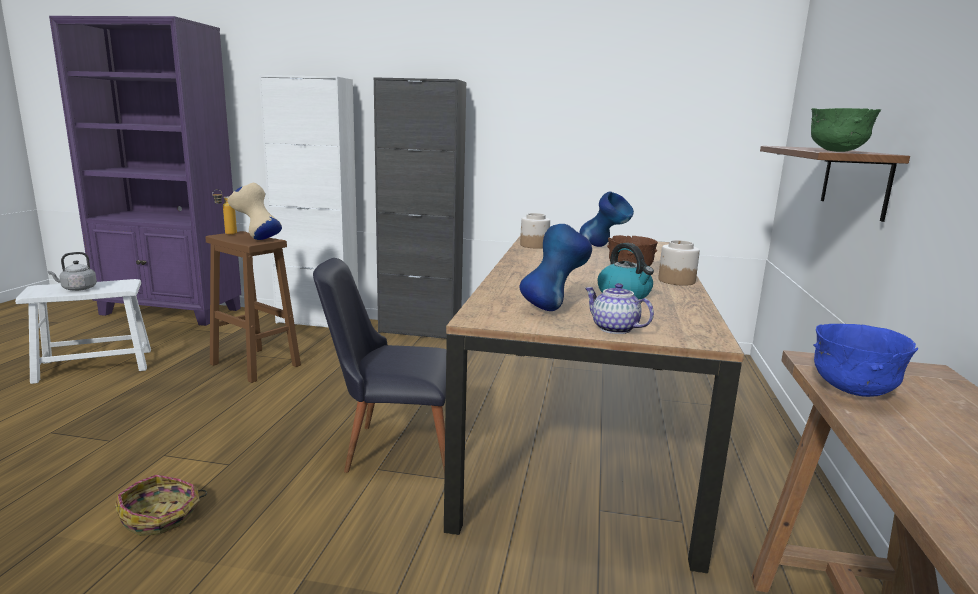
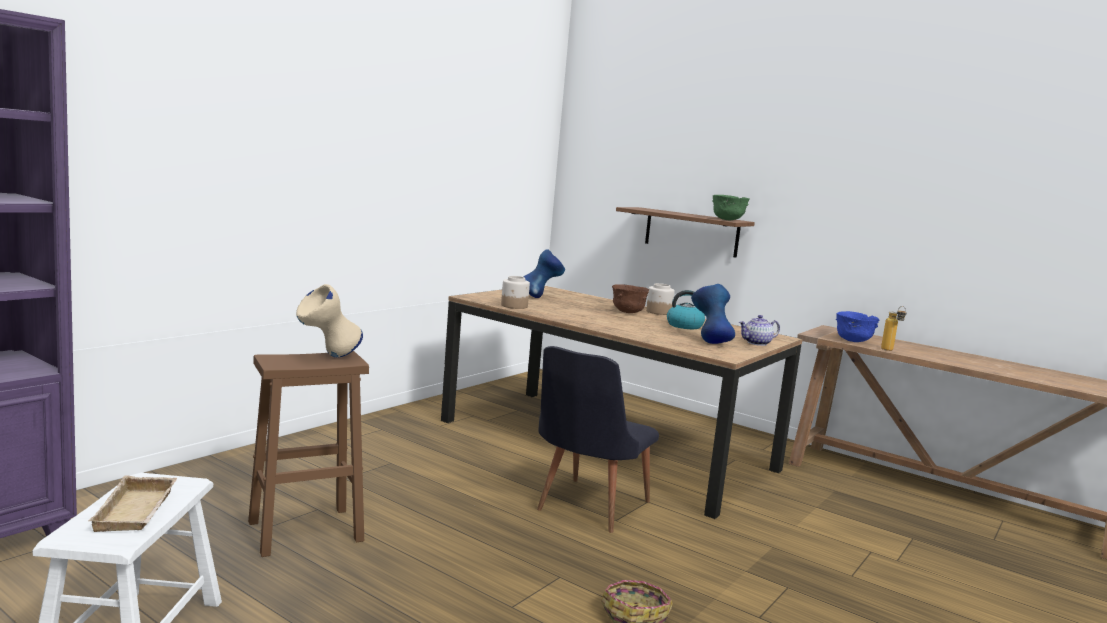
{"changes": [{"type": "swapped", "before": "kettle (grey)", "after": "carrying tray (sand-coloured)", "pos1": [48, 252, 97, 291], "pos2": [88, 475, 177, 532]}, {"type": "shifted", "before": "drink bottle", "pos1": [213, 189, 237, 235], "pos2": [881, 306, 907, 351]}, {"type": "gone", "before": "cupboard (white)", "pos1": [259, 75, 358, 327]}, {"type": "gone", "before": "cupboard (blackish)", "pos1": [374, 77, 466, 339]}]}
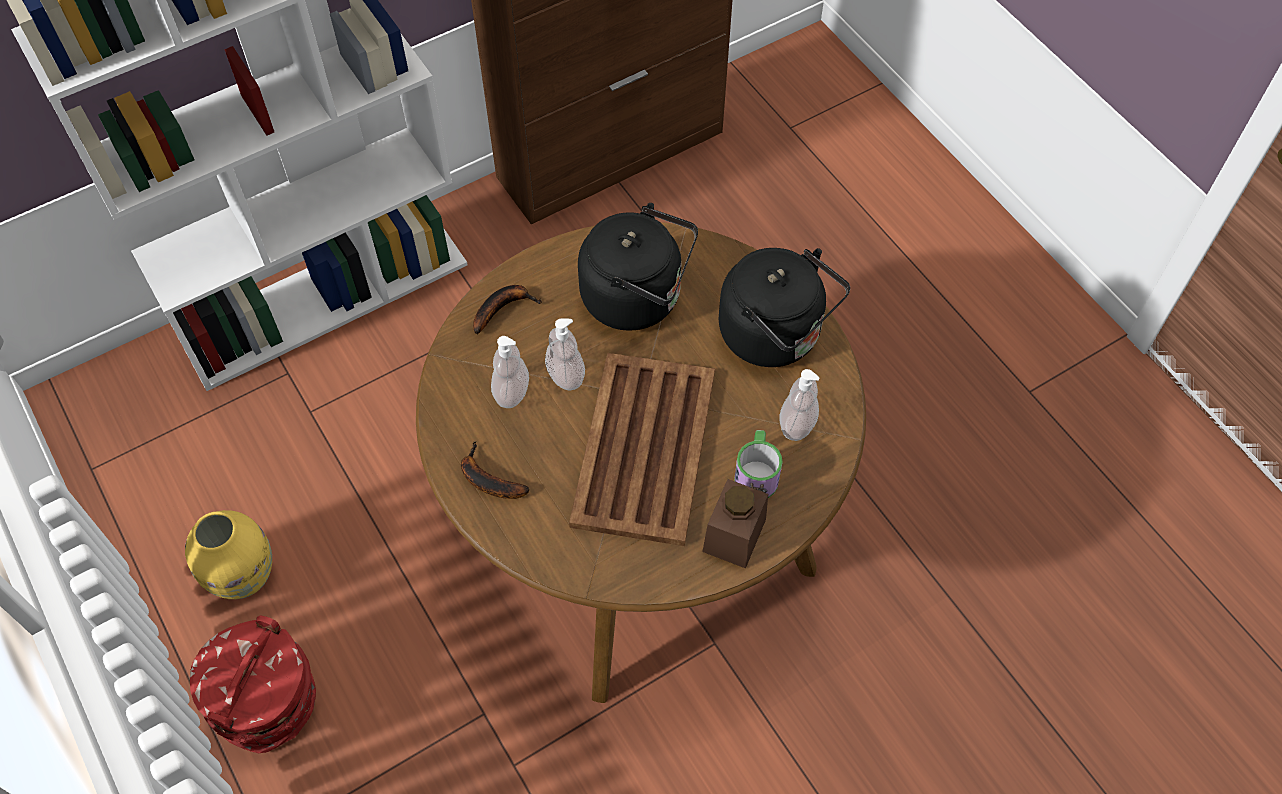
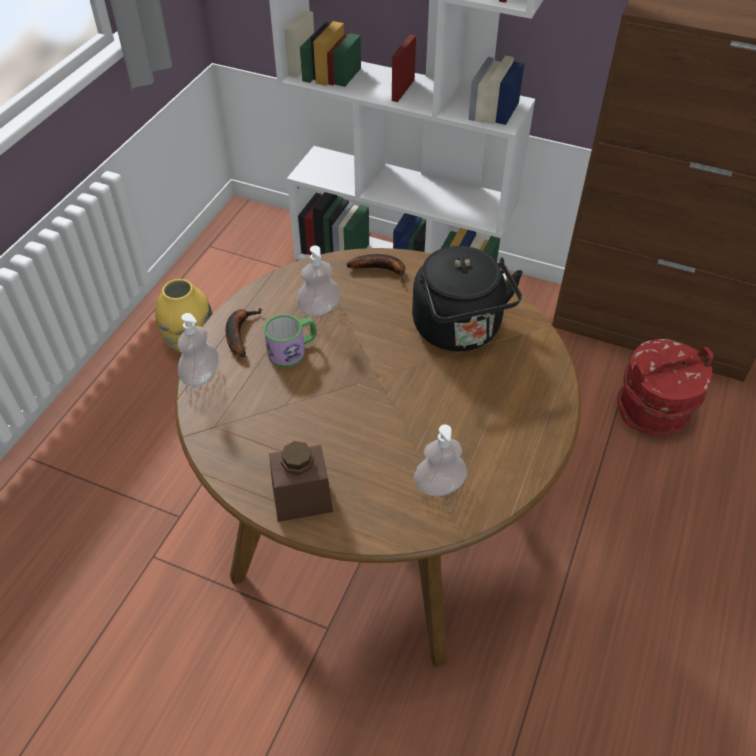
{"changes": [{"type": "shifted", "before": "water bucket (reddish)", "pos1": [190, 615, 316, 753], "pos2": [617, 339, 713, 436]}, {"type": "shifted", "before": "soap bottle", "pos1": [545, 318, 585, 391], "pos2": [178, 313, 219, 387]}, {"type": "gone", "before": "carrying tray (brownish)", "pos1": [569, 353, 715, 546]}, {"type": "gone", "before": "kettle (blackish)", "pos1": [719, 248, 850, 367]}, {"type": "shifted", "before": "mug", "pos1": [734, 430, 783, 498], "pos2": [264, 314, 317, 367]}]}
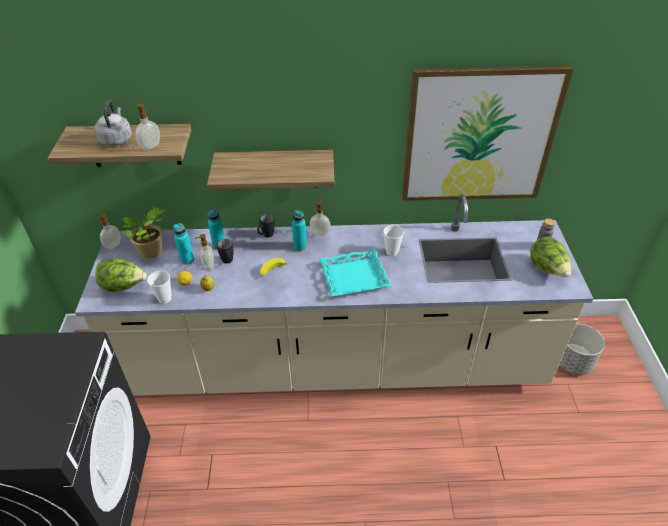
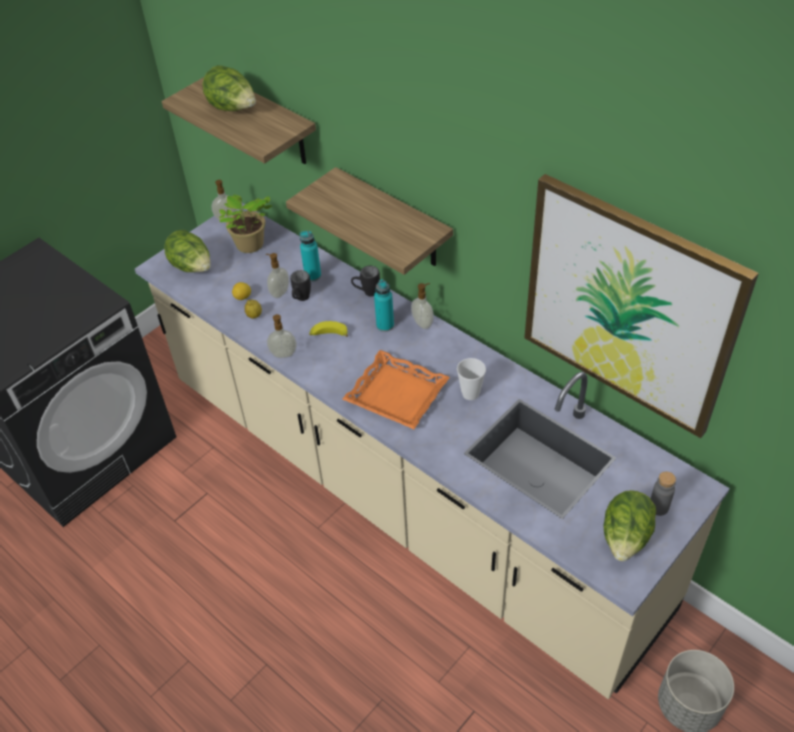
{"changes": [{"type": "swapped", "before": "kettle (grey)", "after": "lettuce", "pos1": [95, 100, 132, 146], "pos2": [202, 65, 256, 111]}, {"type": "shifted", "before": "soap bottle", "pos1": [135, 104, 160, 150], "pos2": [267, 314, 297, 358]}, {"type": "gone", "before": "cup", "pos1": [147, 271, 171, 304]}, {"type": "gone", "before": "drink bottle (blue-green)", "pos1": [173, 223, 194, 265]}, {"type": "repainted", "before": "carrying tray (blue-green)", "after": "carrying tray (orangey)", "pos1": [319, 248, 392, 297], "pos2": [343, 350, 450, 429]}]}
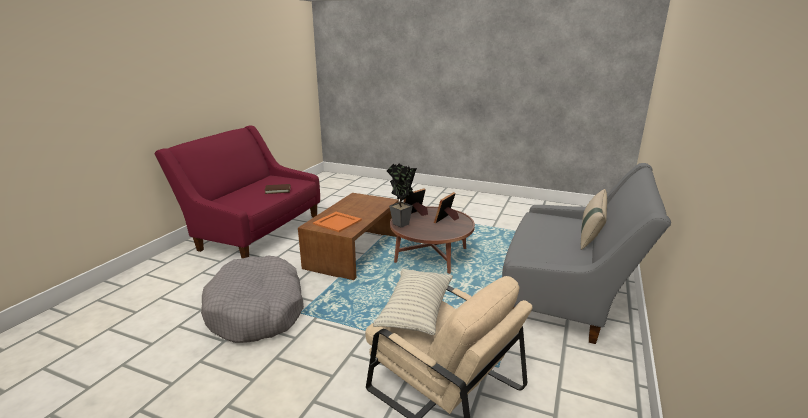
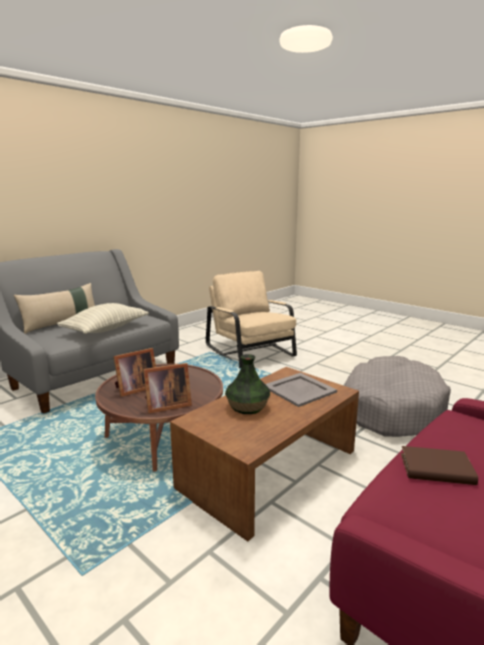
{"changes": [{"type": "repainted", "before": "carrying tray (orangey)", "after": "carrying tray (grey)", "pos1": [313, 212, 362, 232], "pos2": [266, 373, 337, 407]}, {"type": "shifted", "before": "throw pillow", "pos1": [373, 269, 453, 335], "pos2": [57, 303, 149, 334]}, {"type": "gone", "before": "houseplant", "pos1": [387, 163, 417, 227]}, {"type": "new", "after": "decorative vase", "pos2": [225, 354, 270, 414]}]}
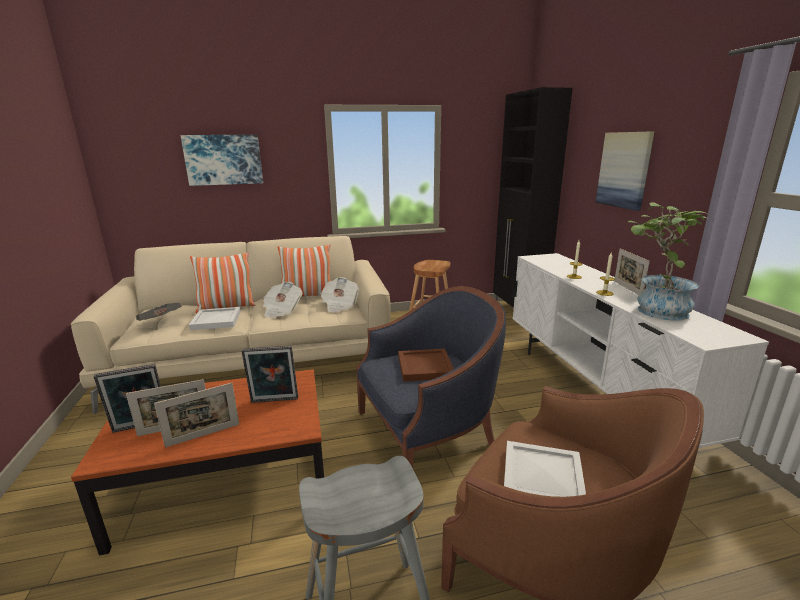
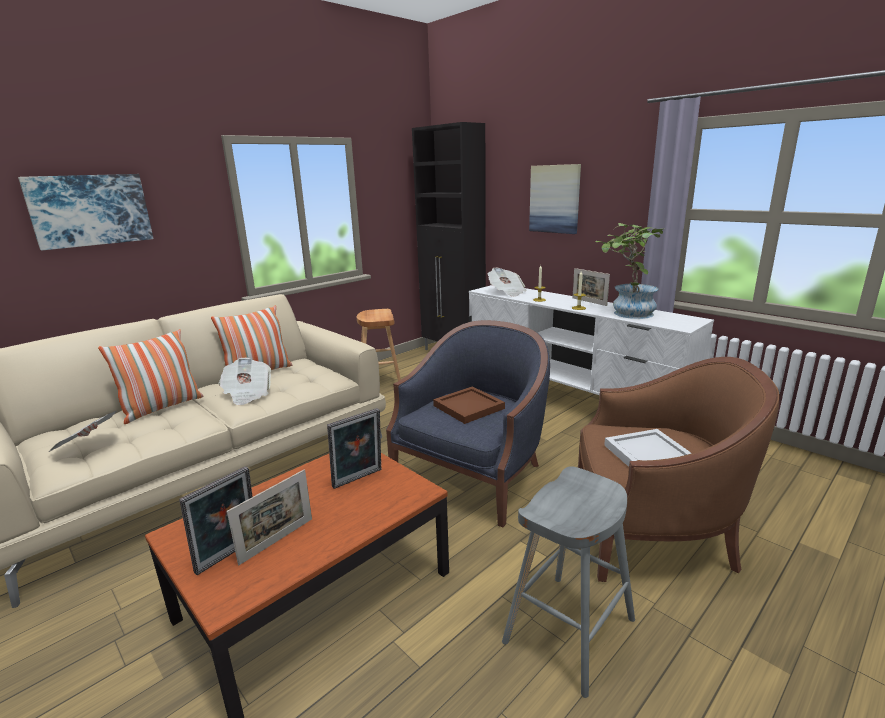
{"changes": [{"type": "gone", "before": "photo frame", "pos1": [154, 383, 239, 448]}, {"type": "gone", "before": "carrying tray (white)", "pos1": [189, 307, 241, 330]}, {"type": "shifted", "before": "daily paper", "pos1": [320, 277, 360, 313], "pos2": [488, 268, 527, 297]}]}
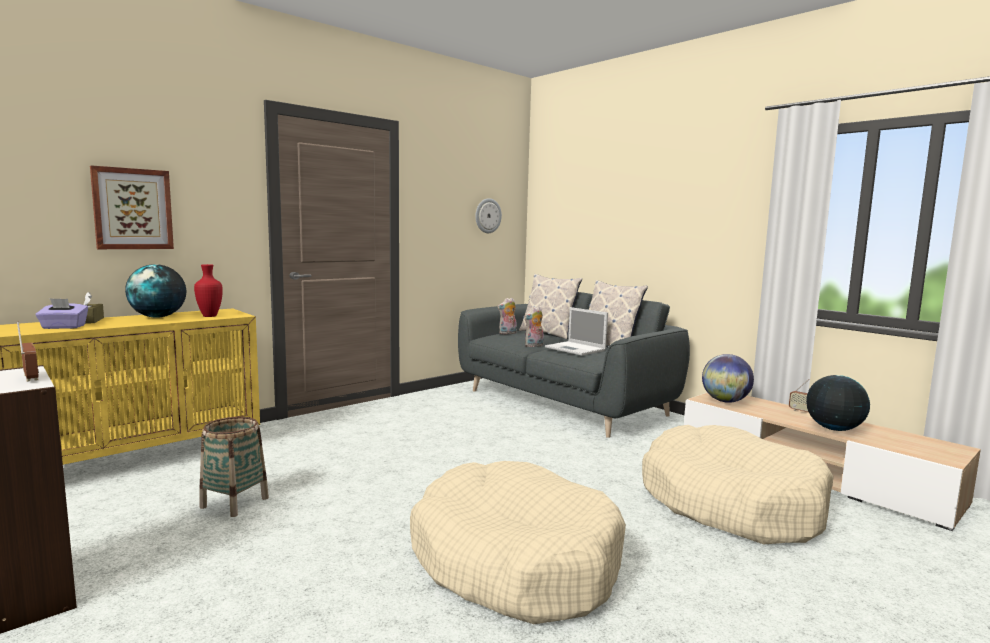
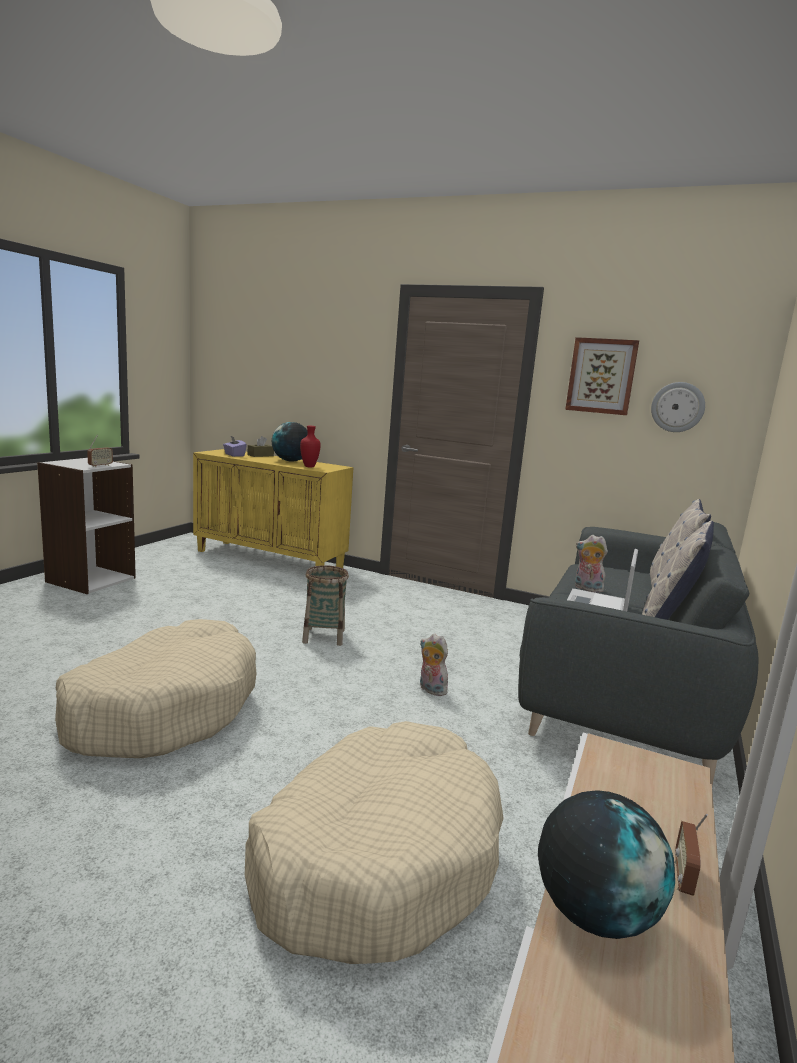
{"changes": [{"type": "shifted", "before": "picture", "pos1": [90, 165, 174, 249], "pos2": [565, 337, 639, 415]}, {"type": "shifted", "before": "household basket", "pos1": [199, 417, 269, 517], "pos2": [302, 565, 349, 646]}, {"type": "shifted", "before": "plush toy", "pos1": [497, 298, 517, 335], "pos2": [420, 633, 449, 696]}, {"type": "gone", "before": "world globe", "pos1": [702, 354, 754, 403]}]}
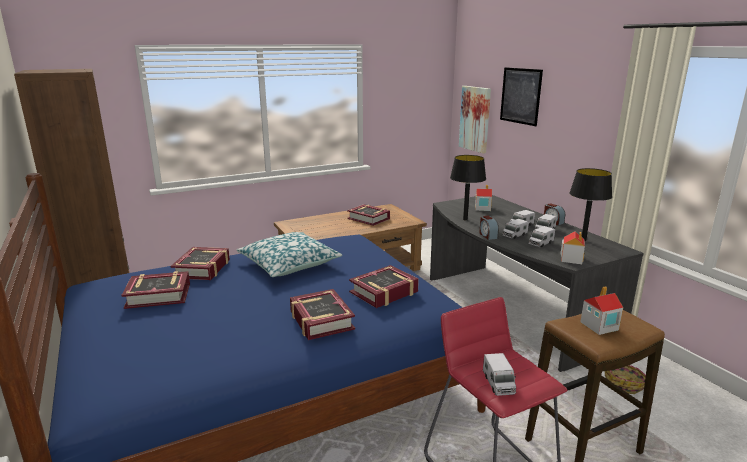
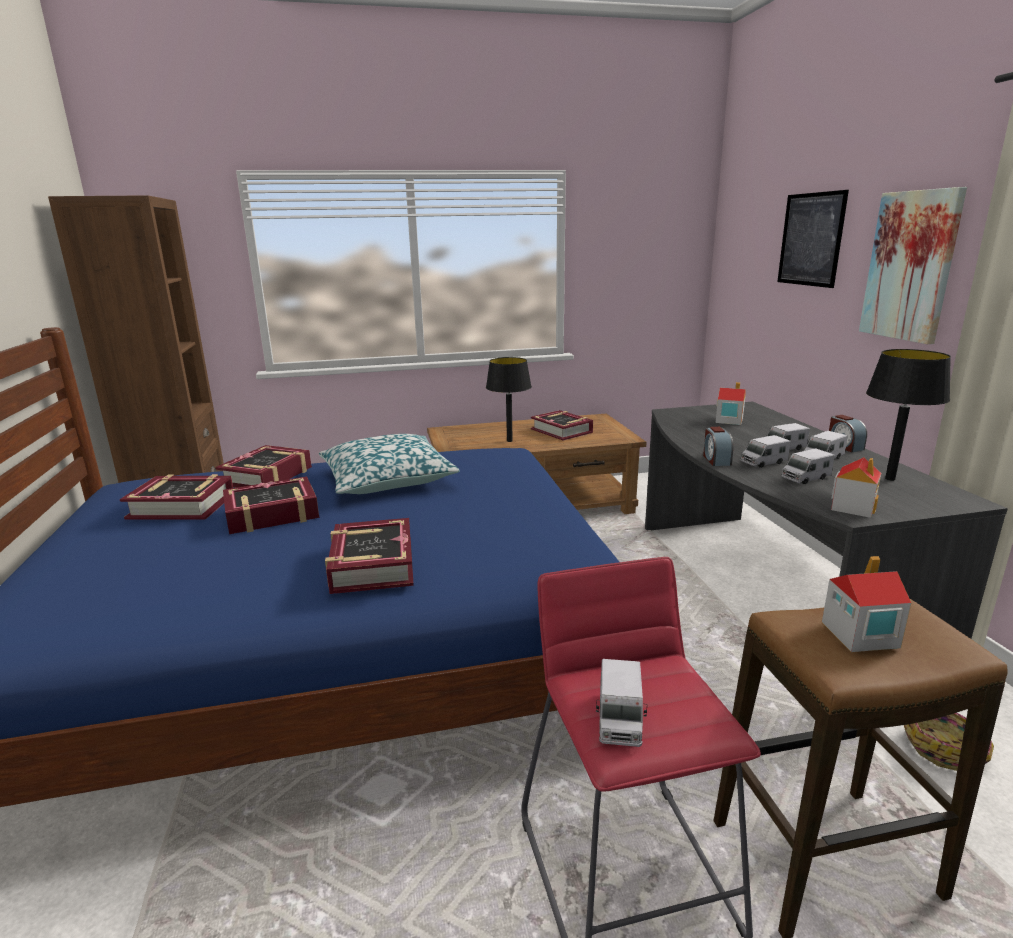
{"changes": [{"type": "shifted", "before": "book", "pos1": [349, 265, 419, 308], "pos2": [223, 476, 319, 534]}, {"type": "shifted", "before": "tabletop lamp (blackish)", "pos1": [450, 155, 486, 221], "pos2": [486, 357, 532, 442]}, {"type": "shifted", "before": "picture", "pos1": [459, 86, 491, 154], "pos2": [859, 187, 967, 344]}]}
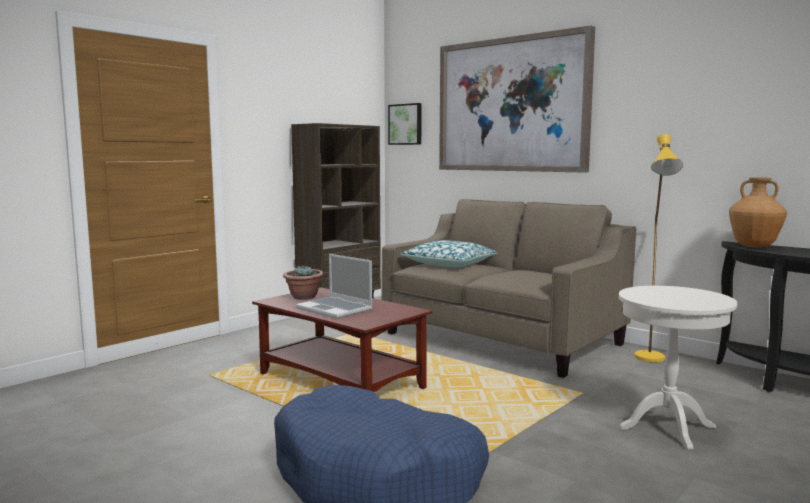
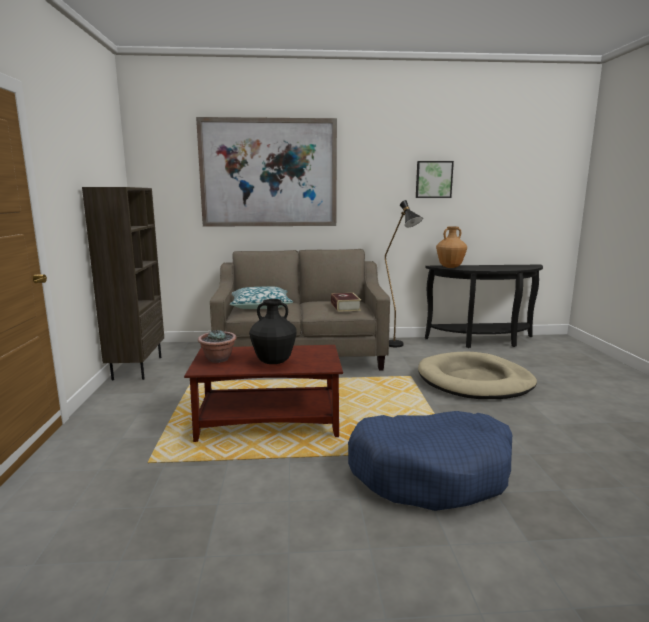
{"changes": [{"type": "swapped", "before": "notebook computer", "after": "decorative vase (blackish)", "pos1": [296, 254, 373, 319], "pos2": [249, 299, 297, 364]}, {"type": "shifted", "before": "picture", "pos1": [388, 103, 422, 145], "pos2": [416, 161, 454, 198]}, {"type": "swapped", "before": "end table (white)", "after": "dog bed (sand-coloured)", "pos1": [619, 286, 737, 450], "pos2": [418, 351, 537, 399]}, {"type": "repainted", "before": "floor lamp (yellow)", "after": "floor lamp (blackish)", "pos1": [634, 134, 683, 362], "pos2": [385, 200, 423, 347]}, {"type": "new", "after": "book", "pos2": [331, 293, 361, 312]}]}
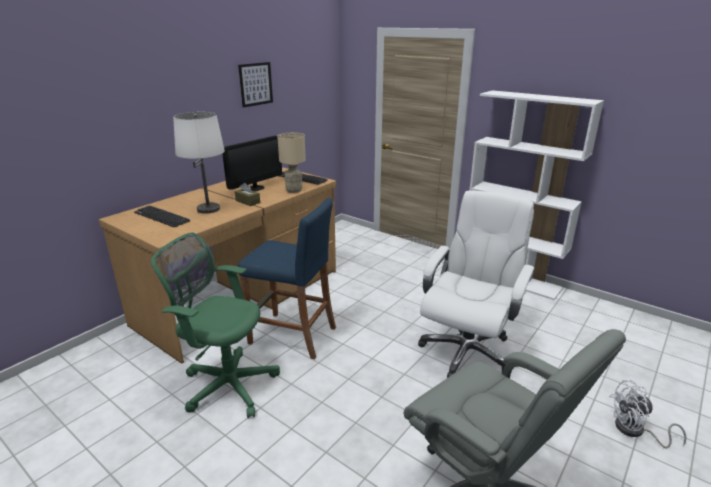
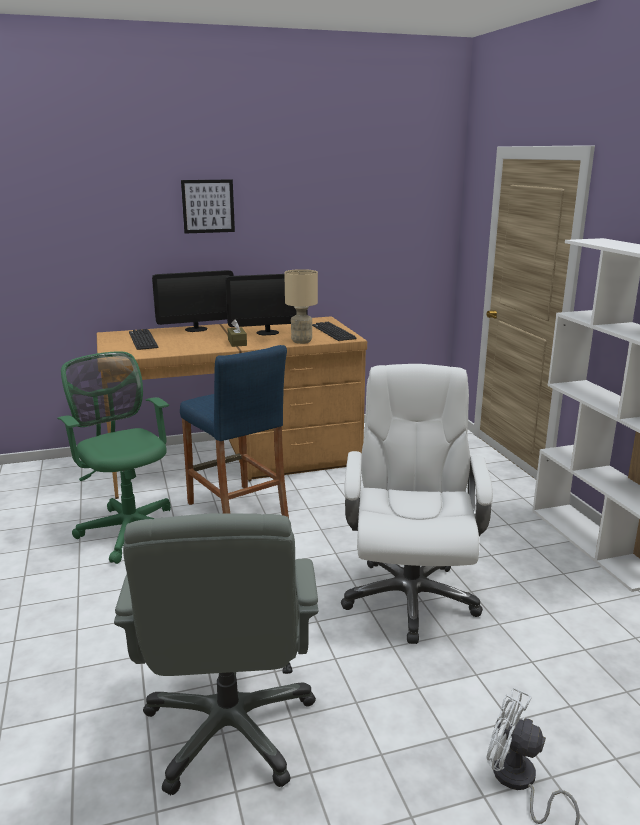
{"changes": [{"type": "gone", "before": "tabletop lamp (white)", "pos1": [173, 112, 225, 214]}, {"type": "shifted", "before": "picture", "pos1": [238, 62, 273, 108], "pos2": [181, 180, 235, 233]}, {"type": "rotated", "before": "office chair (white)", "pos1": [418, 190, 535, 378], "pos2": [341, 364, 493, 644], "turn": -60}, {"type": "new", "after": "monitor", "pos2": [152, 270, 233, 332]}]}
